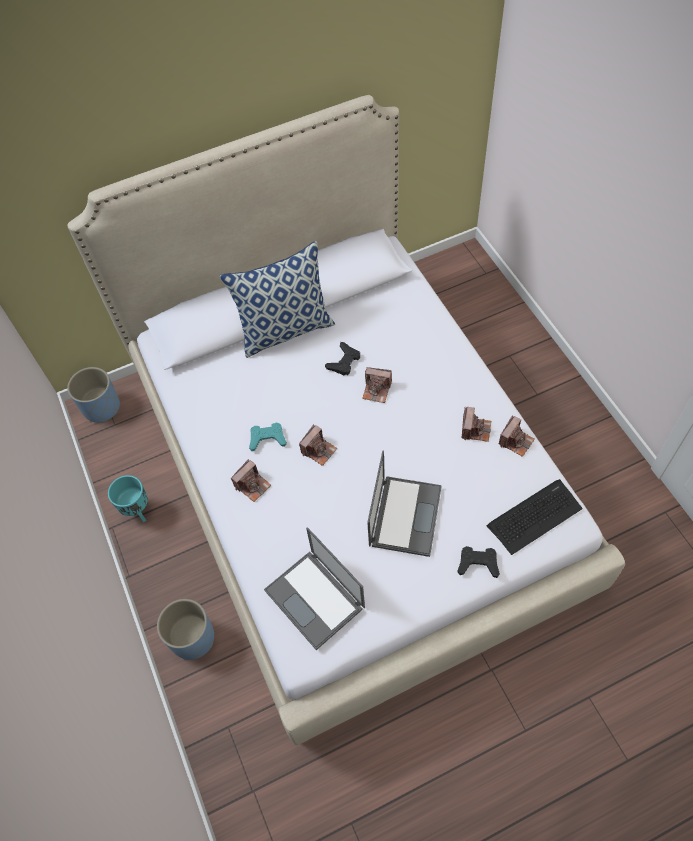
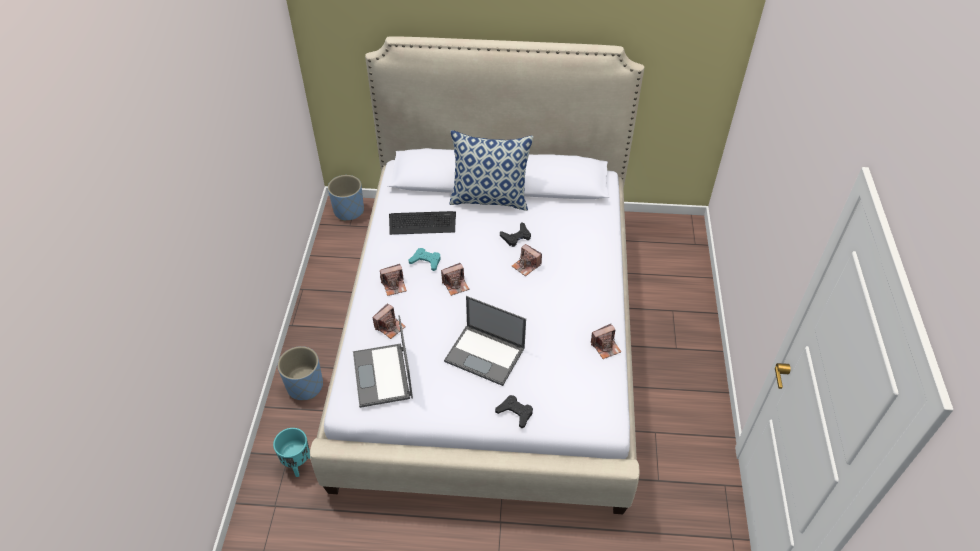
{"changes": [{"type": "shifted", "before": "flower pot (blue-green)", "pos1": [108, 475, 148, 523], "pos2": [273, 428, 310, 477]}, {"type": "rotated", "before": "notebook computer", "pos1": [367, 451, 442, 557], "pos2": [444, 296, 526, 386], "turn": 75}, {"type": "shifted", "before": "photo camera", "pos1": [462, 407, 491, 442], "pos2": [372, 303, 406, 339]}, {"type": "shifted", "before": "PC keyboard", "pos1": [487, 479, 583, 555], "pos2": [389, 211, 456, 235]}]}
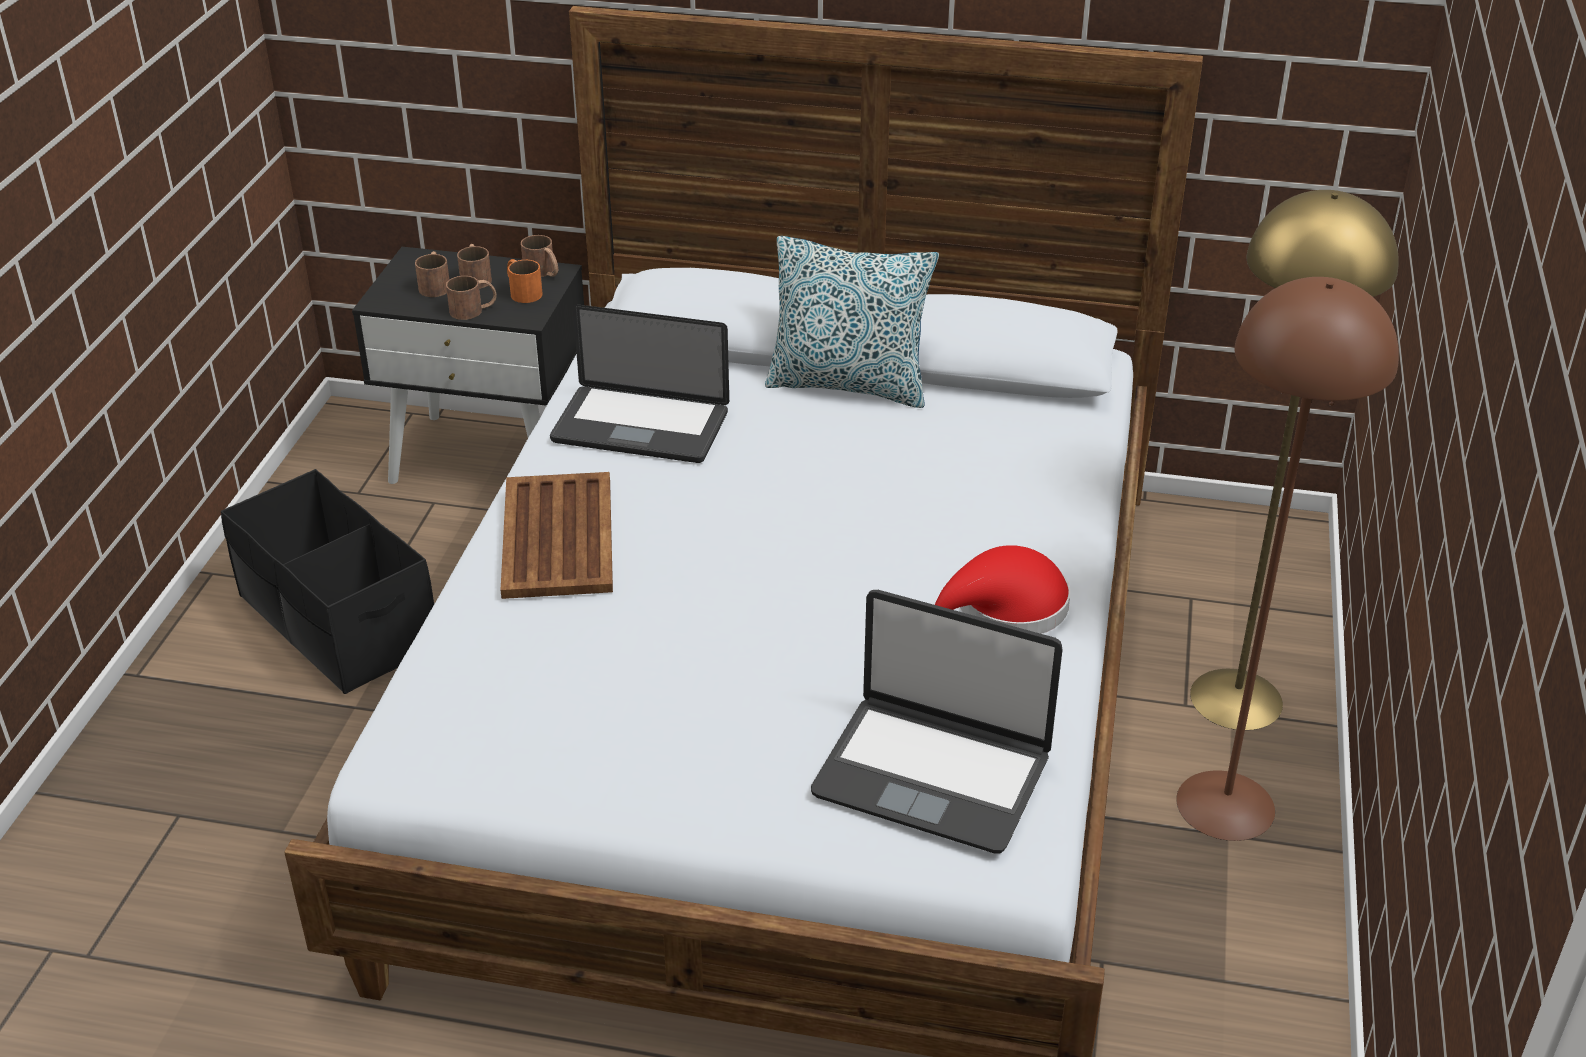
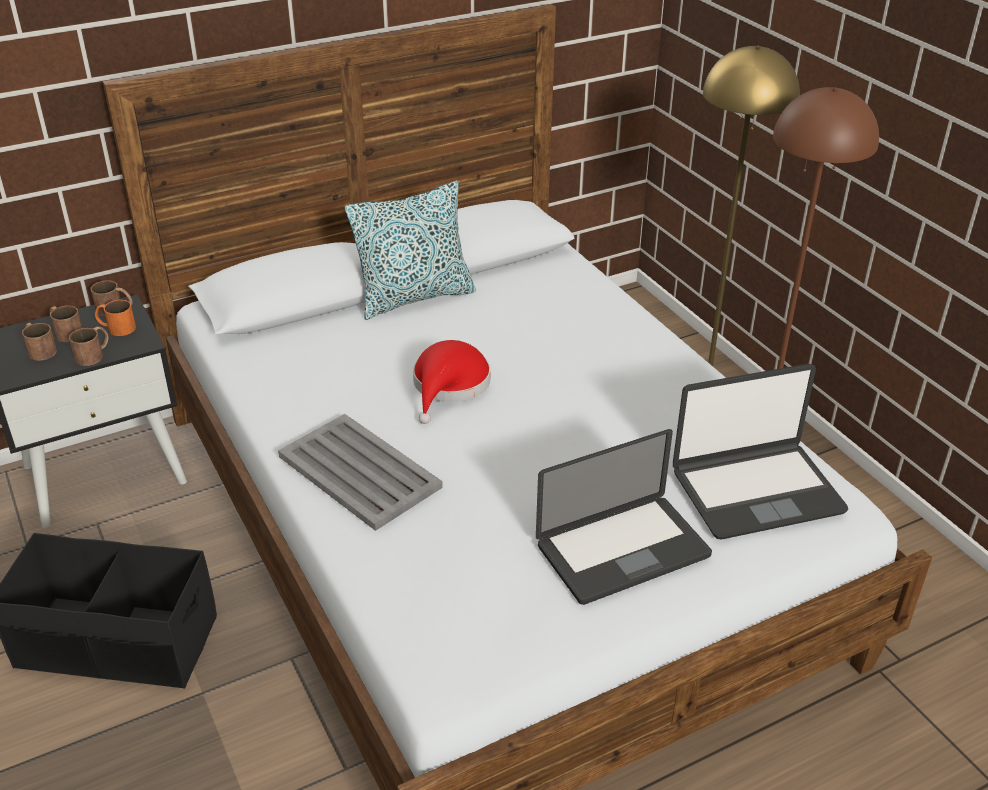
{"changes": [{"type": "repainted", "before": "carrying tray (brownish)", "after": "carrying tray (grey)", "pos1": [501, 472, 613, 599], "pos2": [278, 414, 443, 531]}, {"type": "shifted", "before": "notebook computer", "pos1": [550, 305, 729, 463], "pos2": [536, 429, 712, 605]}, {"type": "shifted", "before": "hat (reddish)", "pos1": [935, 545, 1071, 634], "pos2": [413, 340, 491, 424]}]}
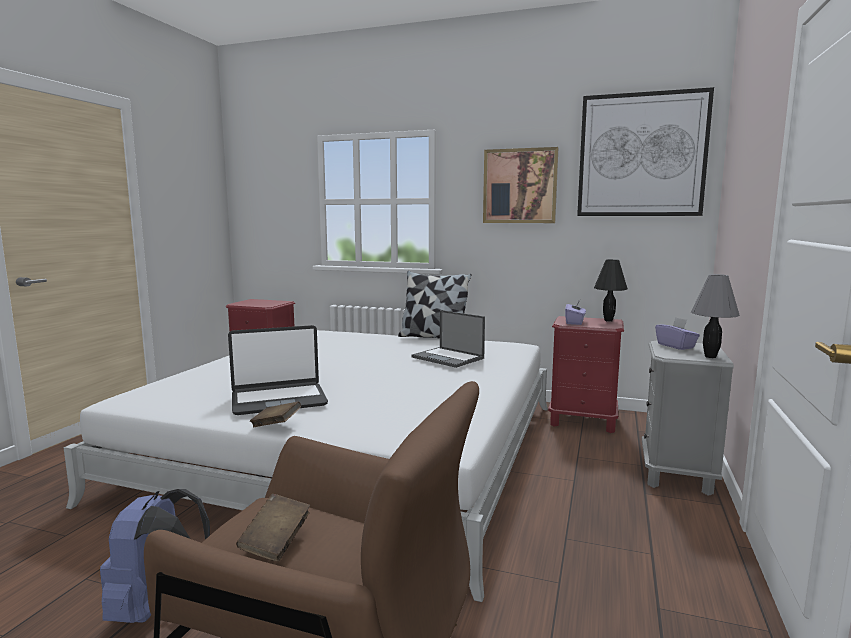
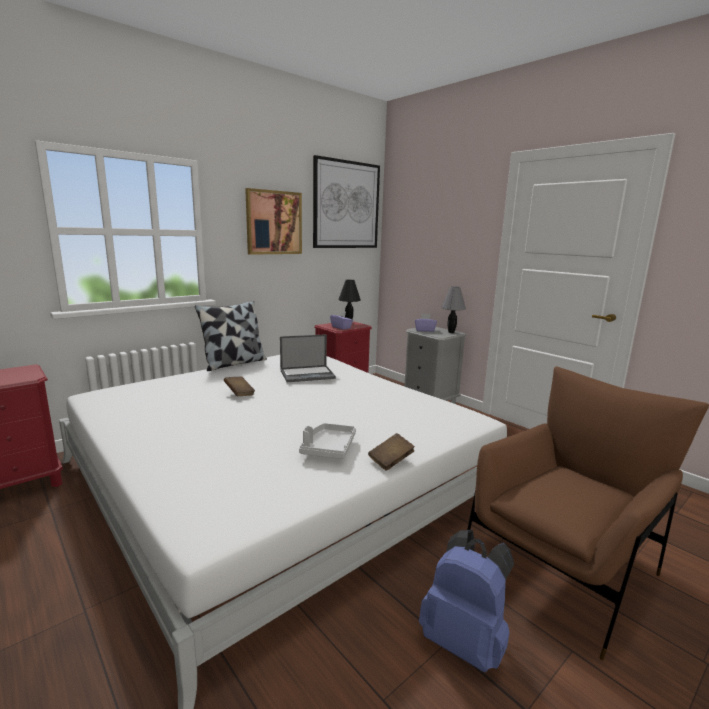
{"changes": [{"type": "swapped", "before": "notebook computer", "after": "carrying tray (grey)", "pos1": [228, 325, 328, 415], "pos2": [299, 423, 356, 459]}, {"type": "shifted", "before": "book (brownish)", "pos1": [236, 494, 310, 561], "pos2": [224, 376, 255, 396]}]}
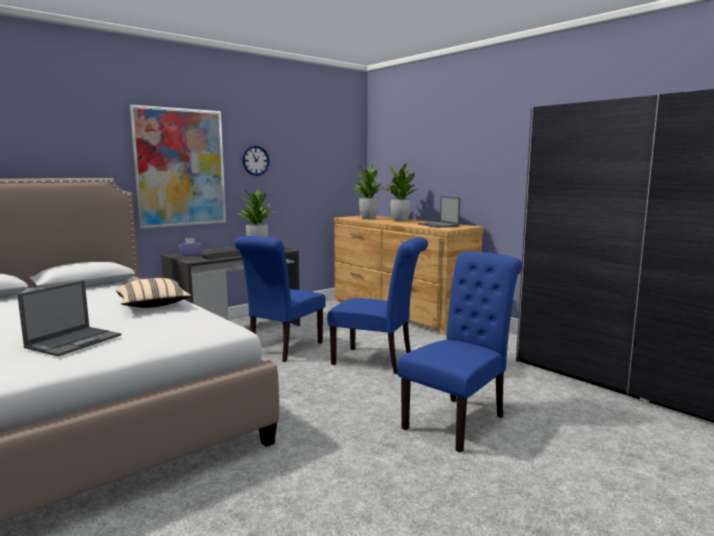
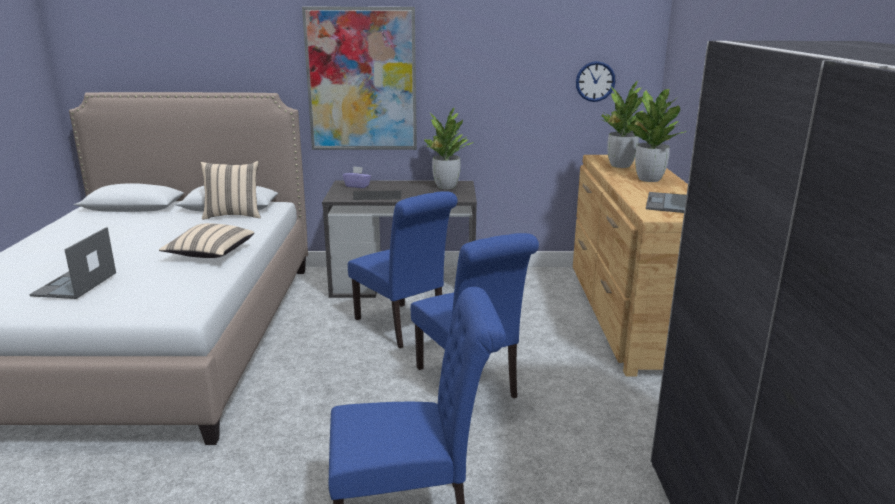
{"changes": [{"type": "rotated", "before": "notebook computer", "pos1": [17, 280, 121, 356], "pos2": [30, 227, 116, 299], "turn": 120}, {"type": "rotated", "before": "upright chair (blue-coloured)", "pos1": [234, 236, 326, 362], "pos2": [348, 191, 458, 348], "turn": -105}, {"type": "shifted", "before": "wall clock", "pos1": [242, 145, 269, 176], "pos2": [576, 61, 616, 102]}, {"type": "new", "after": "throw pillow (sand-coloured)", "pos2": [200, 161, 261, 220]}]}
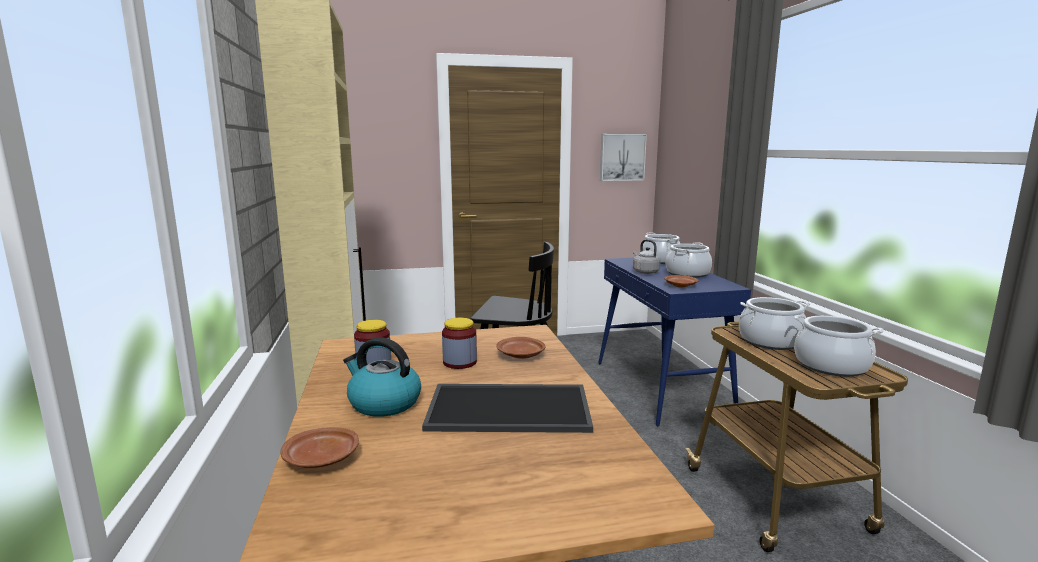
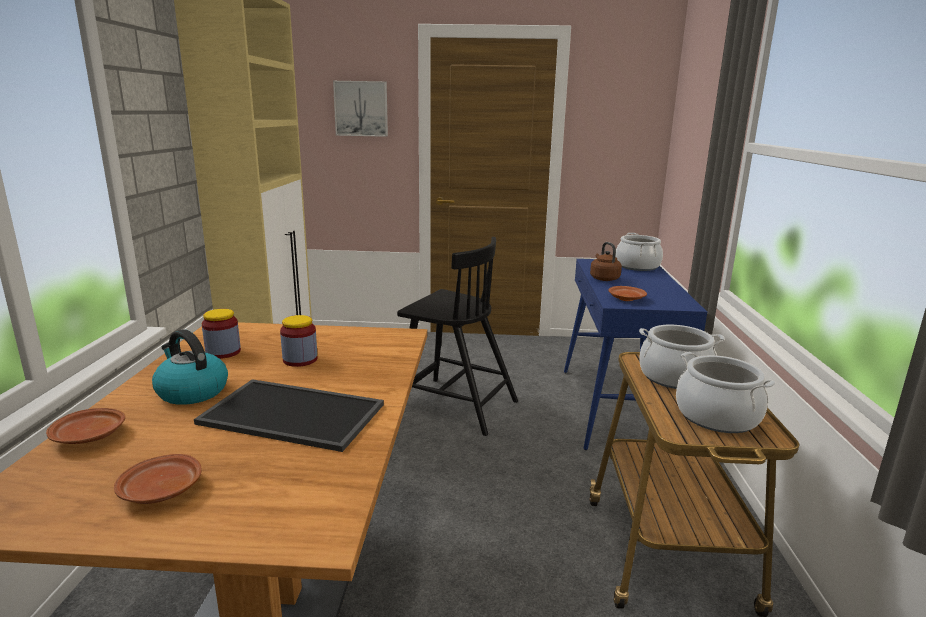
{"changes": [{"type": "shifted", "before": "plate (brownish)", "pos1": [496, 337, 546, 359], "pos2": [114, 454, 202, 504]}, {"type": "shifted", "before": "picture", "pos1": [600, 134, 647, 181], "pos2": [333, 81, 388, 137]}, {"type": "repainted", "before": "kettle (grey)", "after": "kettle (brownish)", "pos1": [633, 239, 661, 274], "pos2": [590, 242, 622, 281]}, {"type": "gone", "before": "stockpot", "pos1": [666, 242, 712, 278]}]}
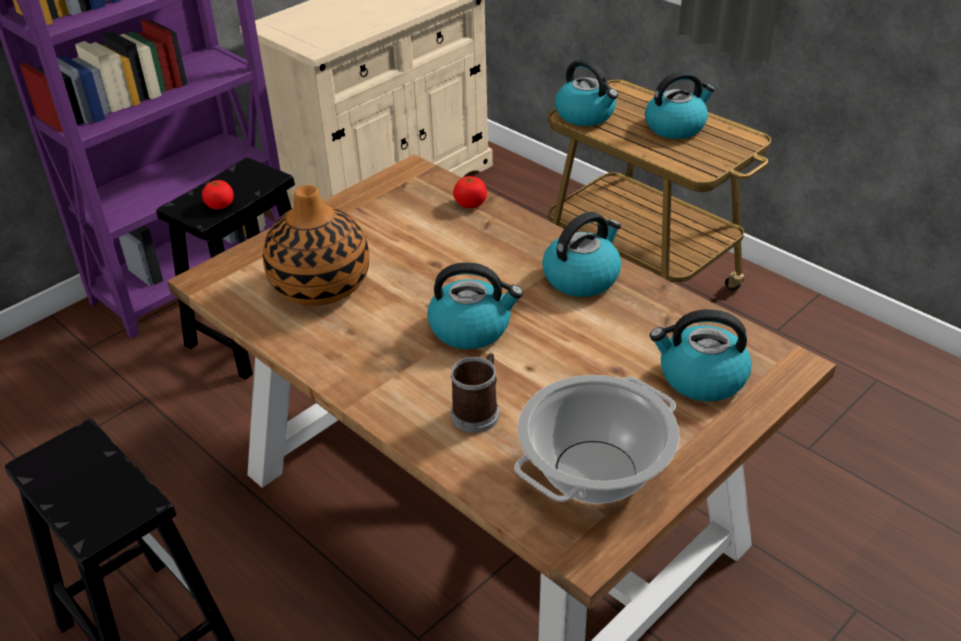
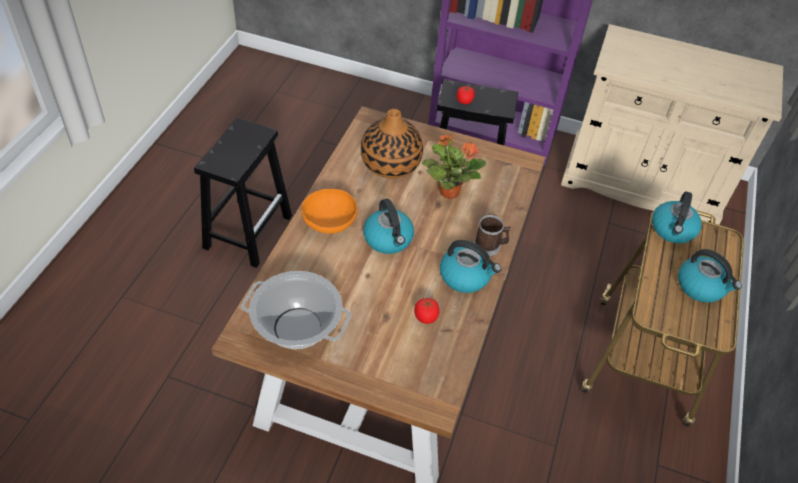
{"changes": [{"type": "shifted", "before": "mug", "pos1": [451, 353, 499, 433], "pos2": [474, 215, 511, 256]}, {"type": "shifted", "before": "fresh tomato", "pos1": [453, 176, 487, 208], "pos2": [414, 298, 439, 324]}, {"type": "gone", "before": "kettle", "pos1": [650, 309, 752, 401]}, {"type": "new", "after": "bowl (orangey)", "pos2": [302, 189, 358, 234]}, {"type": "new", "after": "houseplant", "pos2": [422, 134, 487, 199]}]}
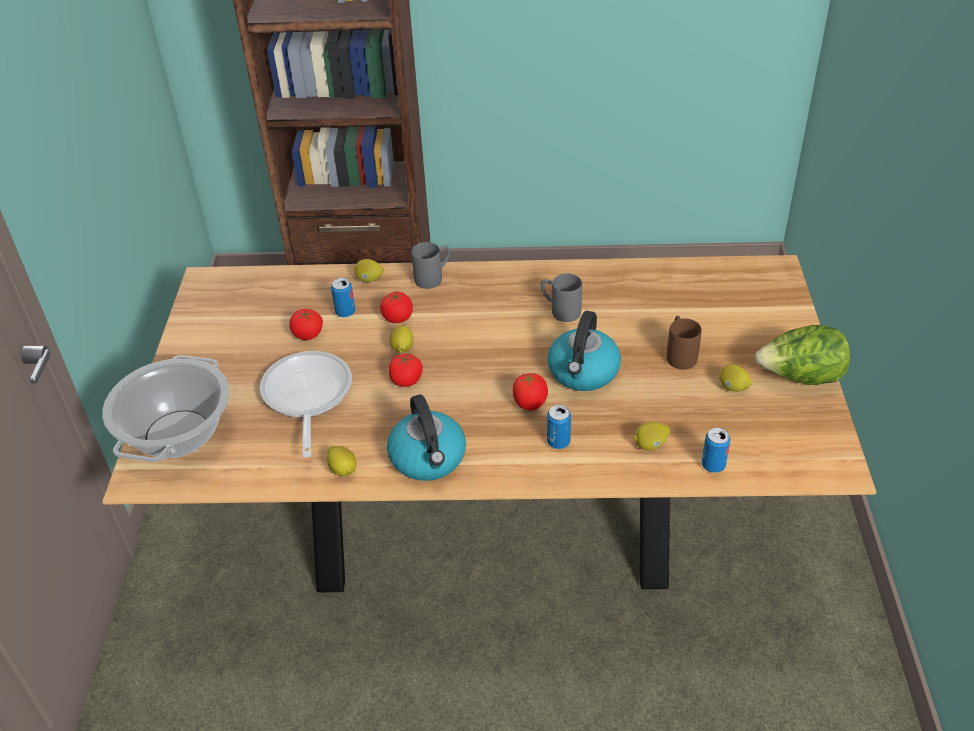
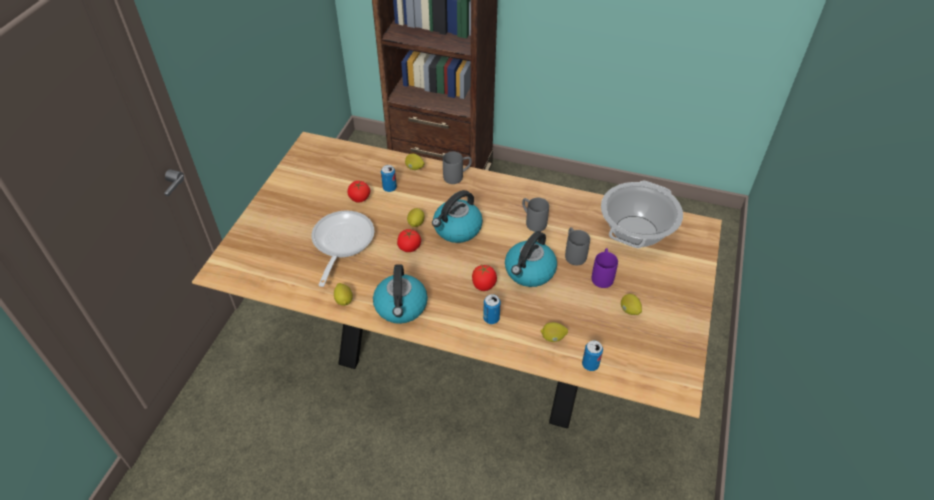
{"changes": [{"type": "shifted", "before": "stockpot", "pos1": [102, 355, 230, 462], "pos2": [601, 181, 683, 248]}, {"type": "gone", "before": "fresh tomato", "pos1": [380, 291, 413, 323]}, {"type": "repainted", "before": "mug (brownish)", "after": "mug (purplish)", "pos1": [667, 316, 702, 369], "pos2": [592, 248, 618, 288]}, {"type": "gone", "before": "lettuce", "pos1": [755, 325, 850, 385]}, {"type": "new", "after": "kettle", "pos2": [432, 190, 483, 243]}, {"type": "new", "after": "mug (grey)", "pos2": [565, 227, 590, 265]}]}
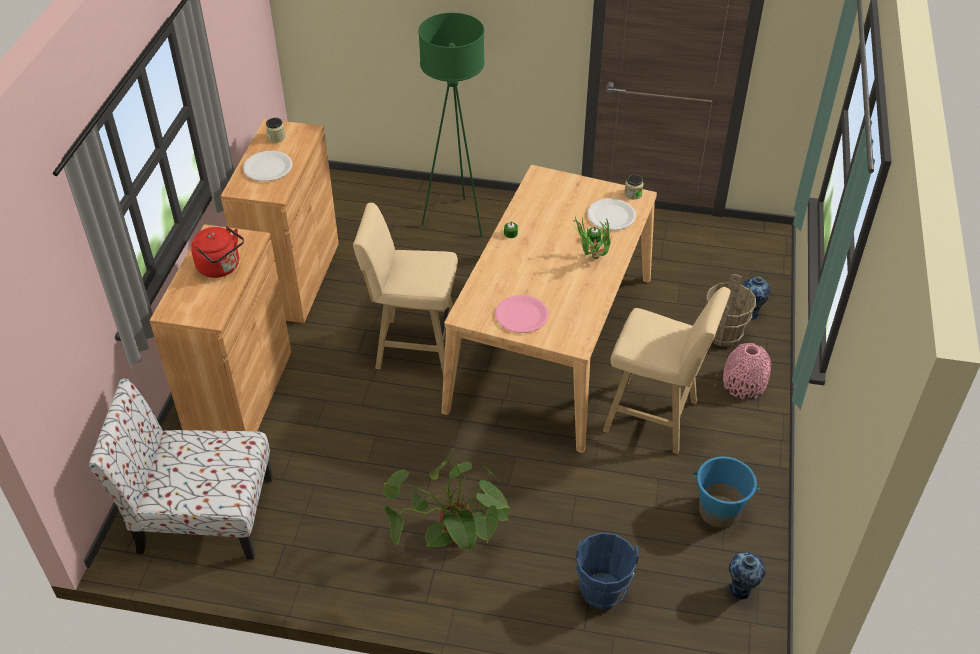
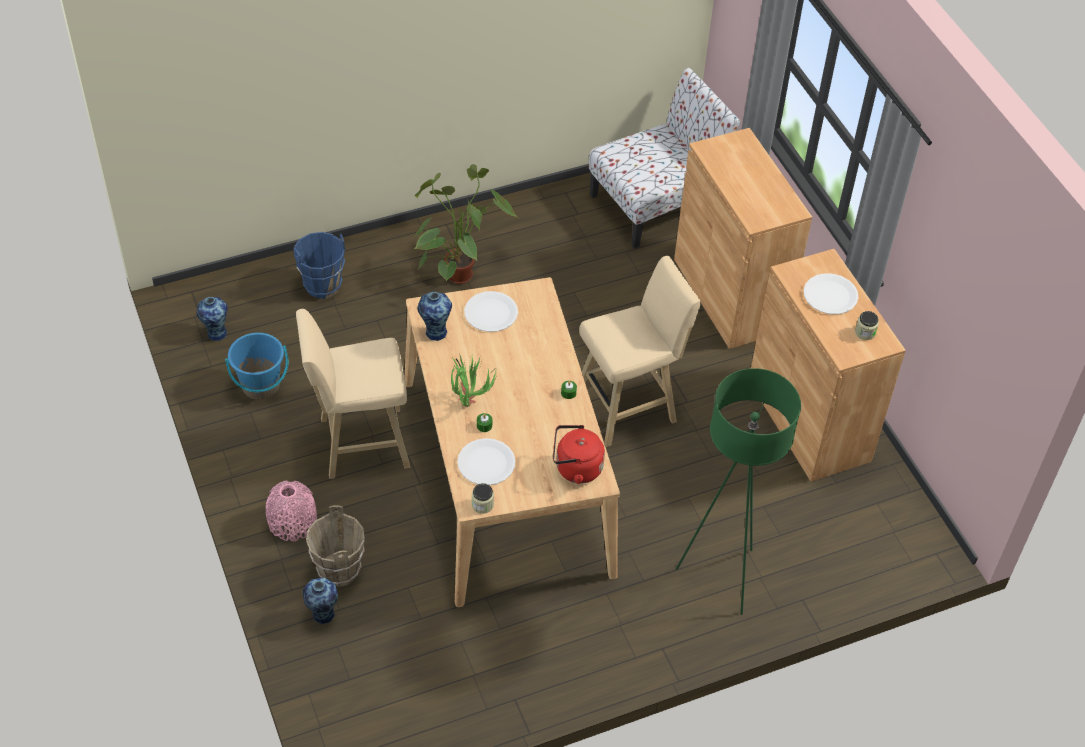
{"changes": [{"type": "shifted", "before": "kettle (reddish)", "pos1": [191, 226, 244, 278], "pos2": [553, 425, 605, 484]}, {"type": "repainted", "before": "plate (pink)", "after": "plate (white)", "pos1": [495, 295, 549, 333], "pos2": [464, 291, 518, 332]}, {"type": "new", "after": "decorative vase", "pos2": [417, 291, 452, 341]}]}
